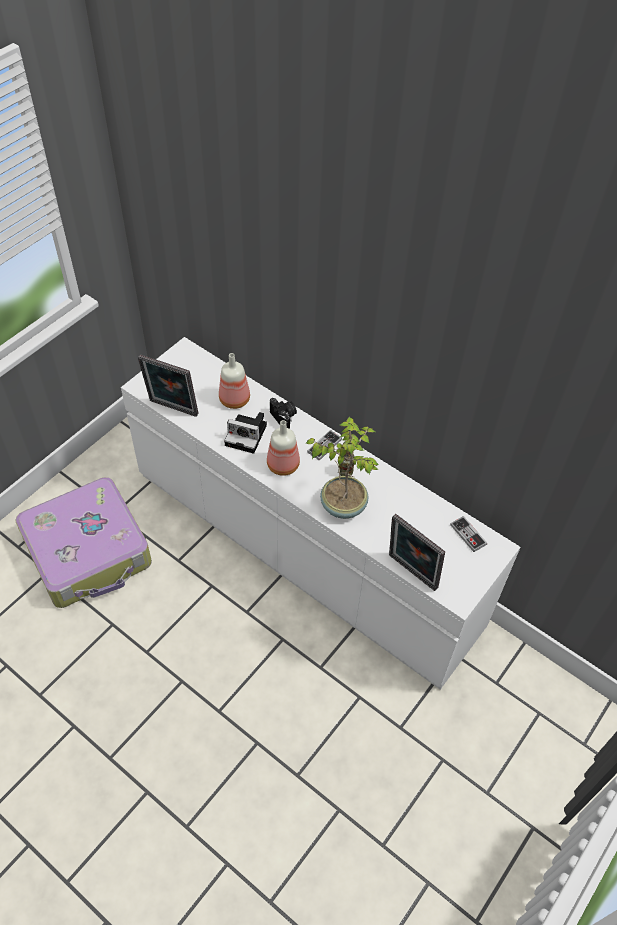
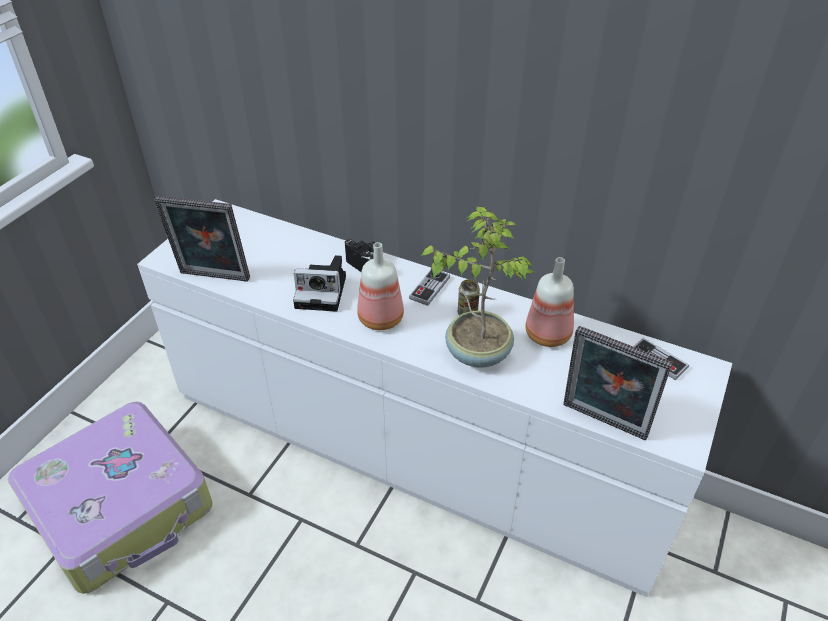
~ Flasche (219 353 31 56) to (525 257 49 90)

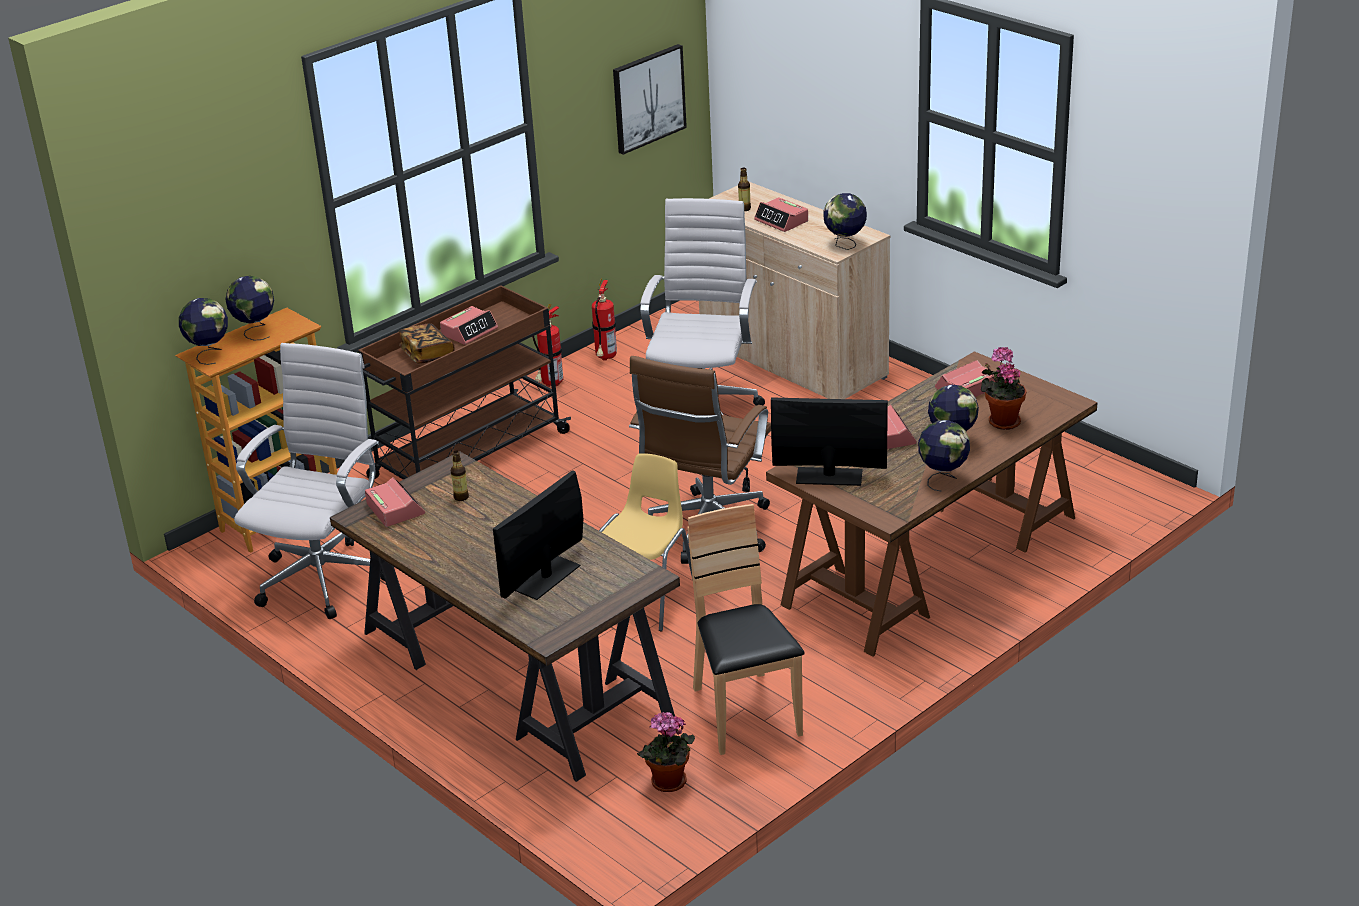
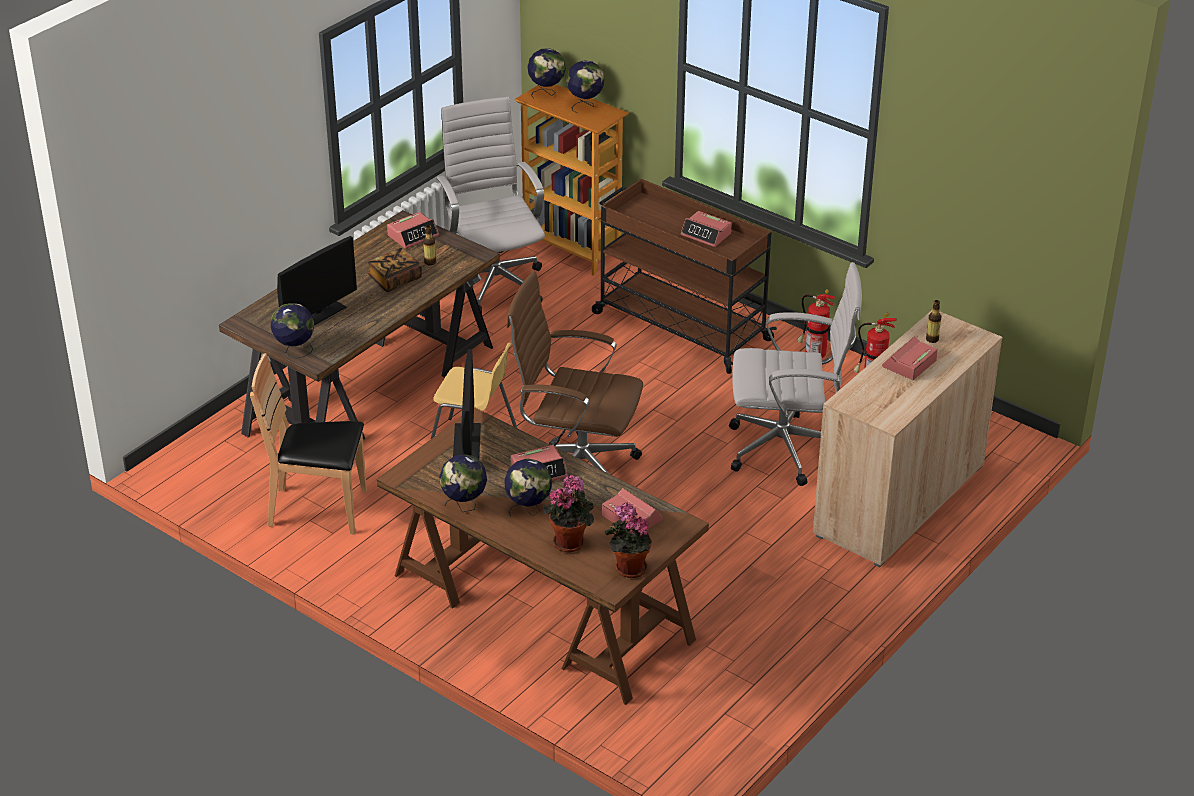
~ Bürostuhl (weiß) (234 343 151 276) = (437 97 108 216) 120 degrees counterclockwise
~ Buch (399 323 56 41) to (367 248 55 44)
~ Monitor (493 470 90 130) = (277 236 80 89) 105 degrees clockwise
- Bild (613 44 74 111)
~ Topfpflanze (637 712 58 80) to (605 502 47 76)
~ Stuhl (braun) (687 504 118 251) = (250 353 117 181) 150 degrees counterclockwise
~ Globus (823 193 44 57) to (271 303 43 55)

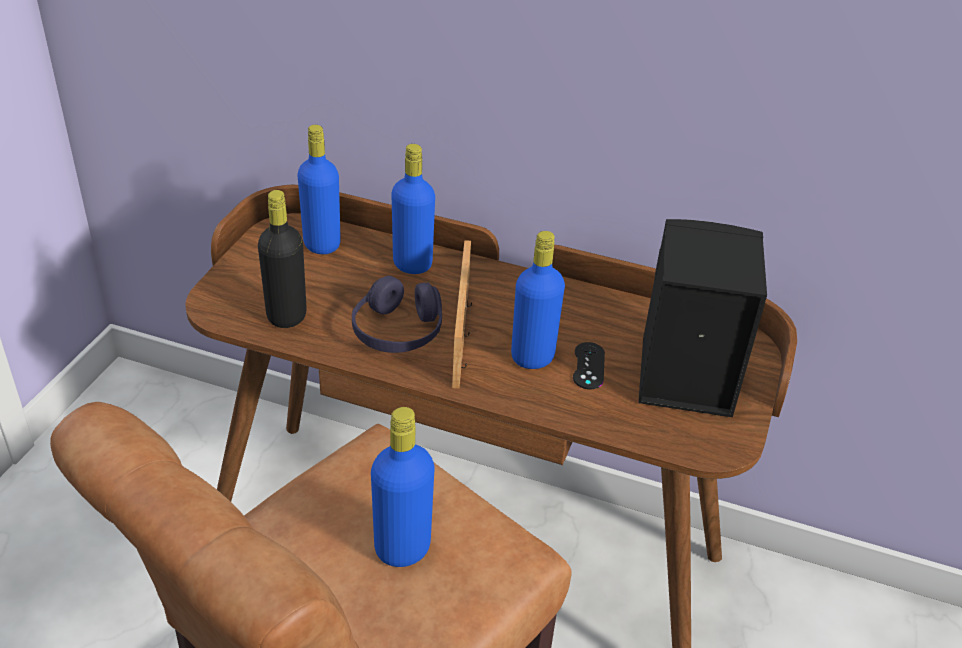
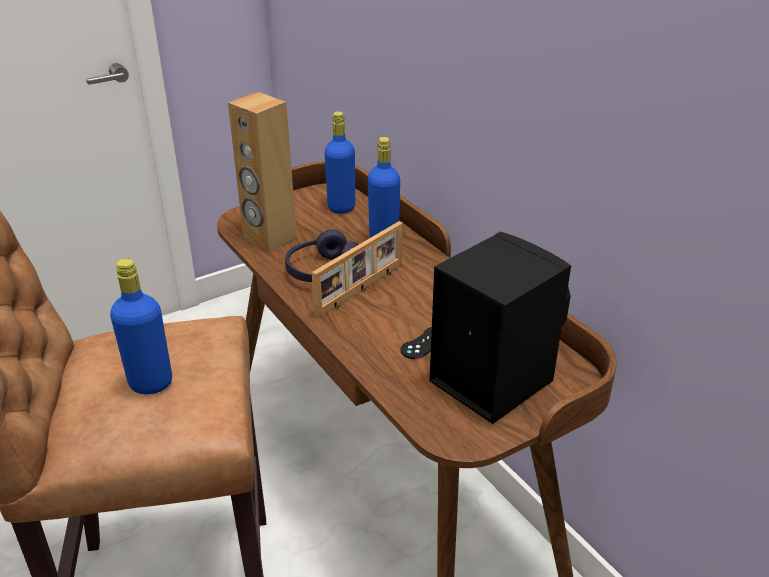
~ Flasche (schwarz) (258 190 49 138) to Lautsprecher (braun) (228 92 69 160)
- Flasche (blau) (511 231 54 138)

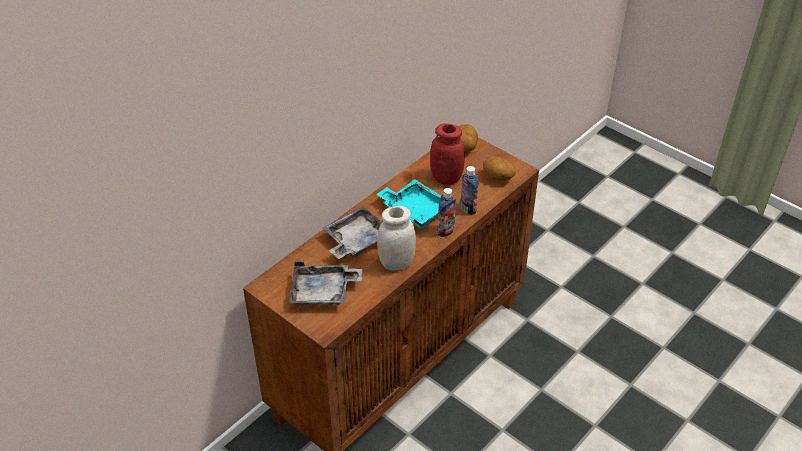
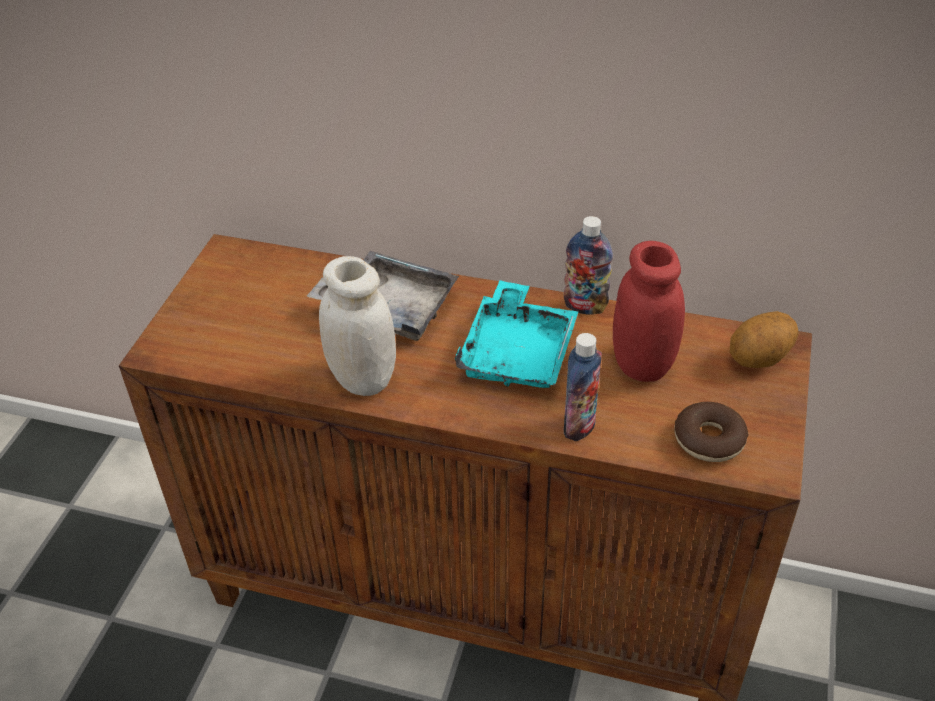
- Tablett (grau) (289 261 74 45)
~ Flasche (438 188 18 49) to (563 216 50 99)
~ Kartoffel (483 156 33 25) to Donut (675 402 74 60)

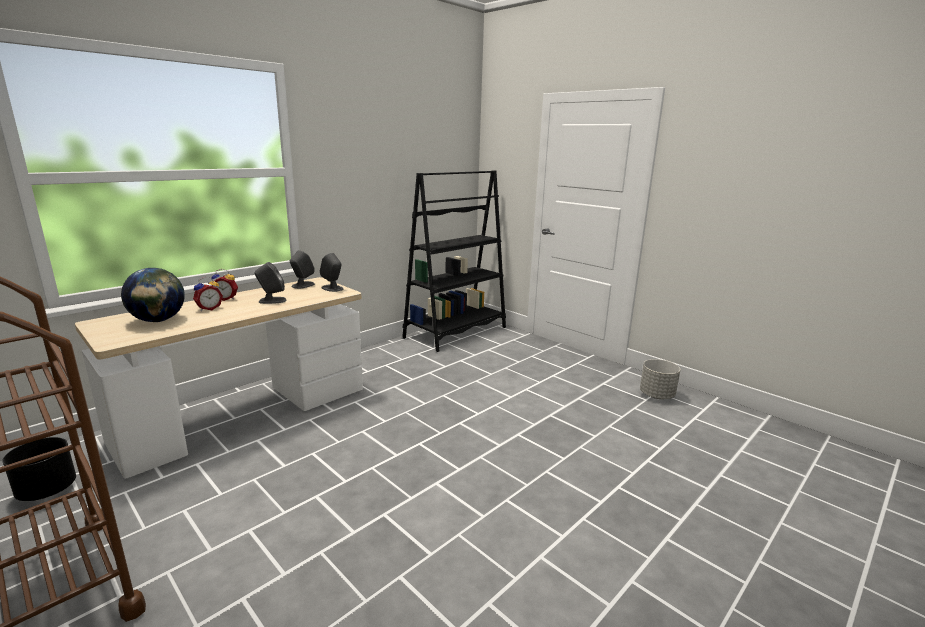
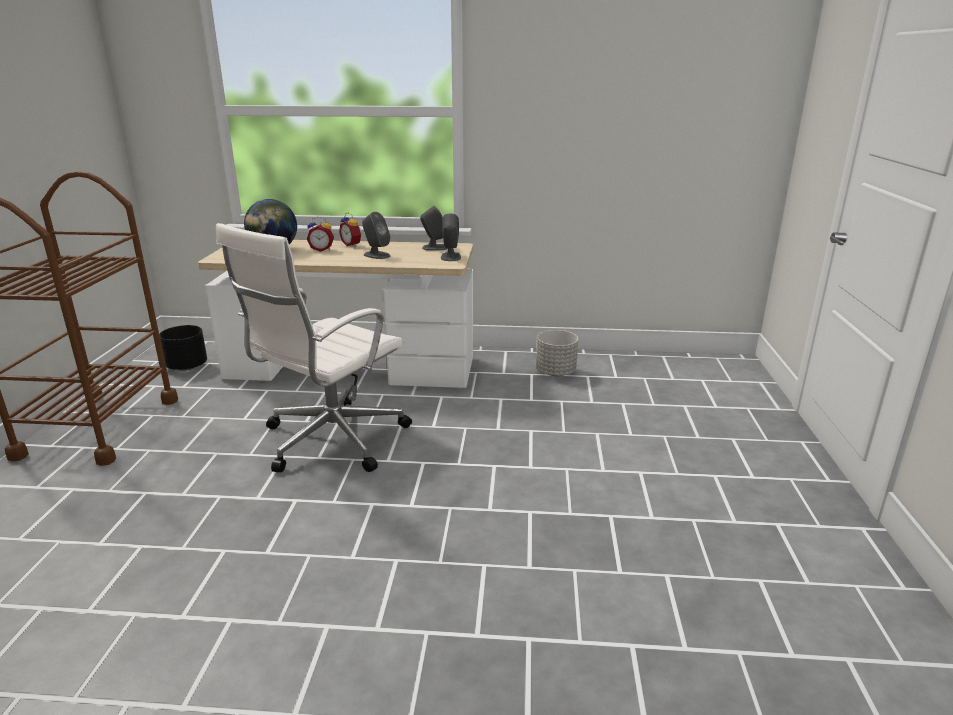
- Bücherregal (schwarz) (402 170 104 182)
~ Pflanzkübel (grau) (640 359 40 40) to (536 330 42 46)
+ Bürostuhl (weiß) (215 223 197 250)

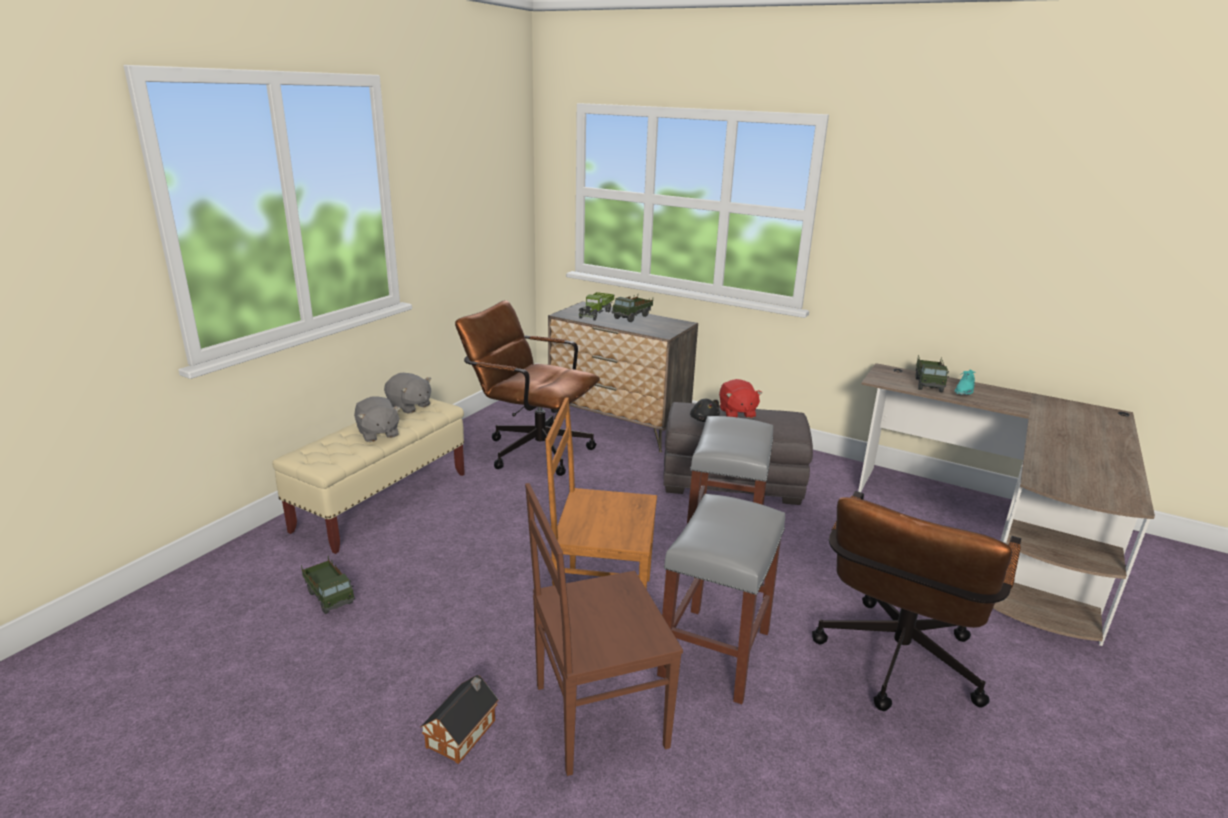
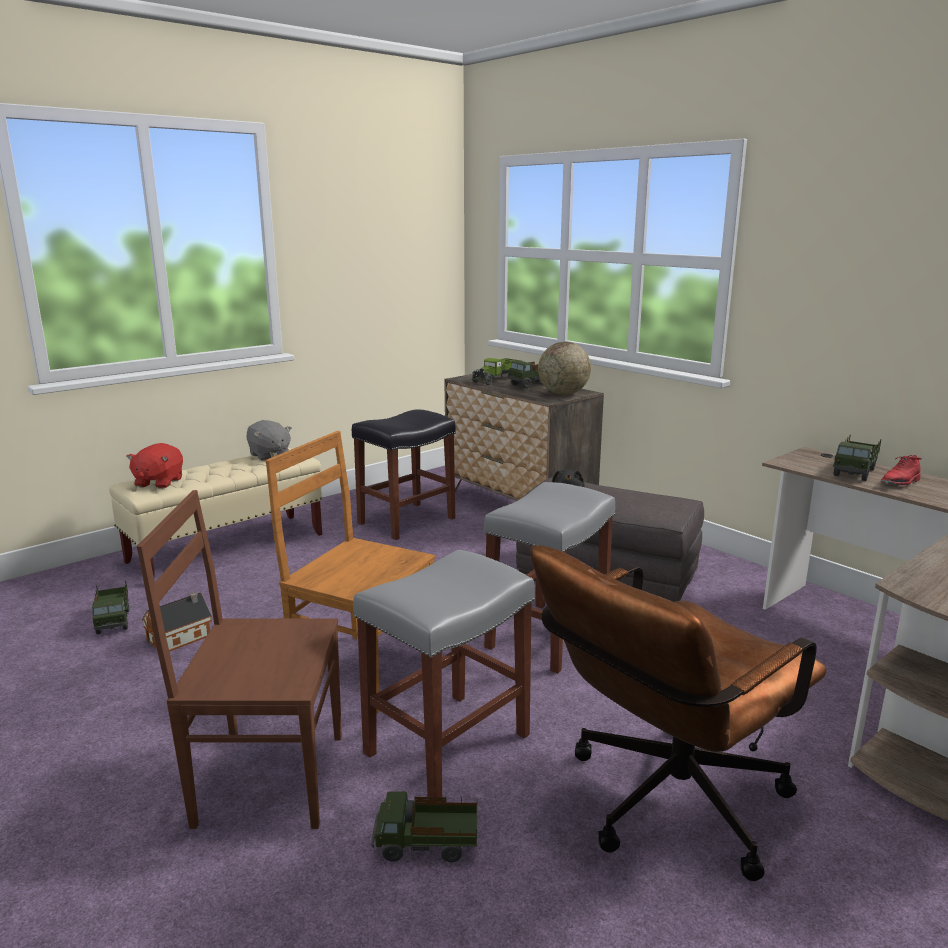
- Plüschtier (grau) (354 396 47 46)
~ Spielzeughaus (420 675 78 89) to (142 592 70 60)
~ Bürostuhl (braun) (455 300 145 176) to Hocker (schwarz) (352 410 104 130)
~ Plüschtier (rot) (719 379 43 39) to (126 443 57 46)
~ Schuh (türkis) (955 370 21 25) to Schuh (rot) (881 455 41 30)
+ Spielzeuglaster (371 791 106 72)
+ Globus (538 342 53 53)

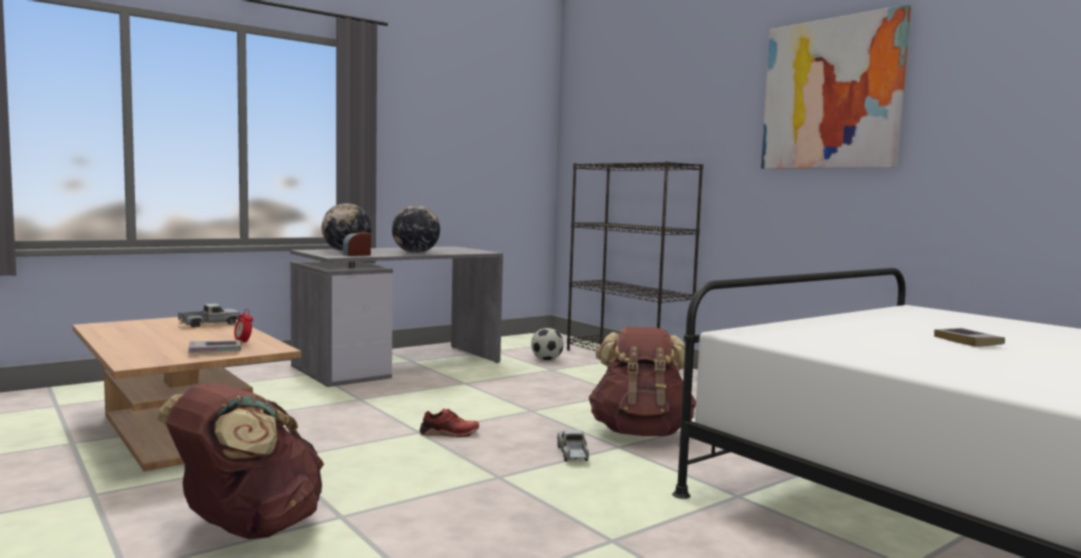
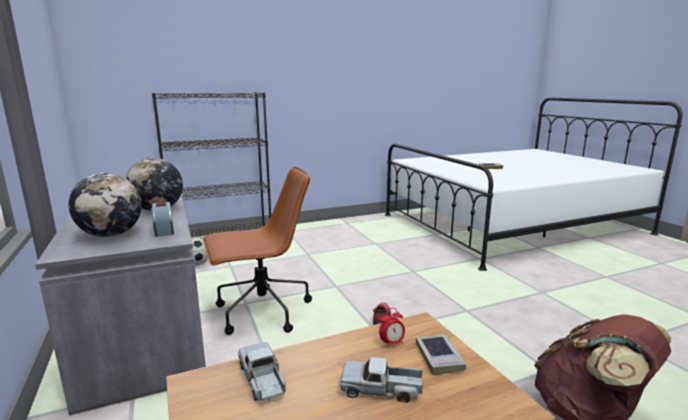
~ Spielzeuglaster (557 430 32 32) to (340 357 83 46)
- Rucksack (braun) (589 327 107 109)
- Bild (761 4 150 165)
+ Bürostuhl (braun) (203 167 109 168)

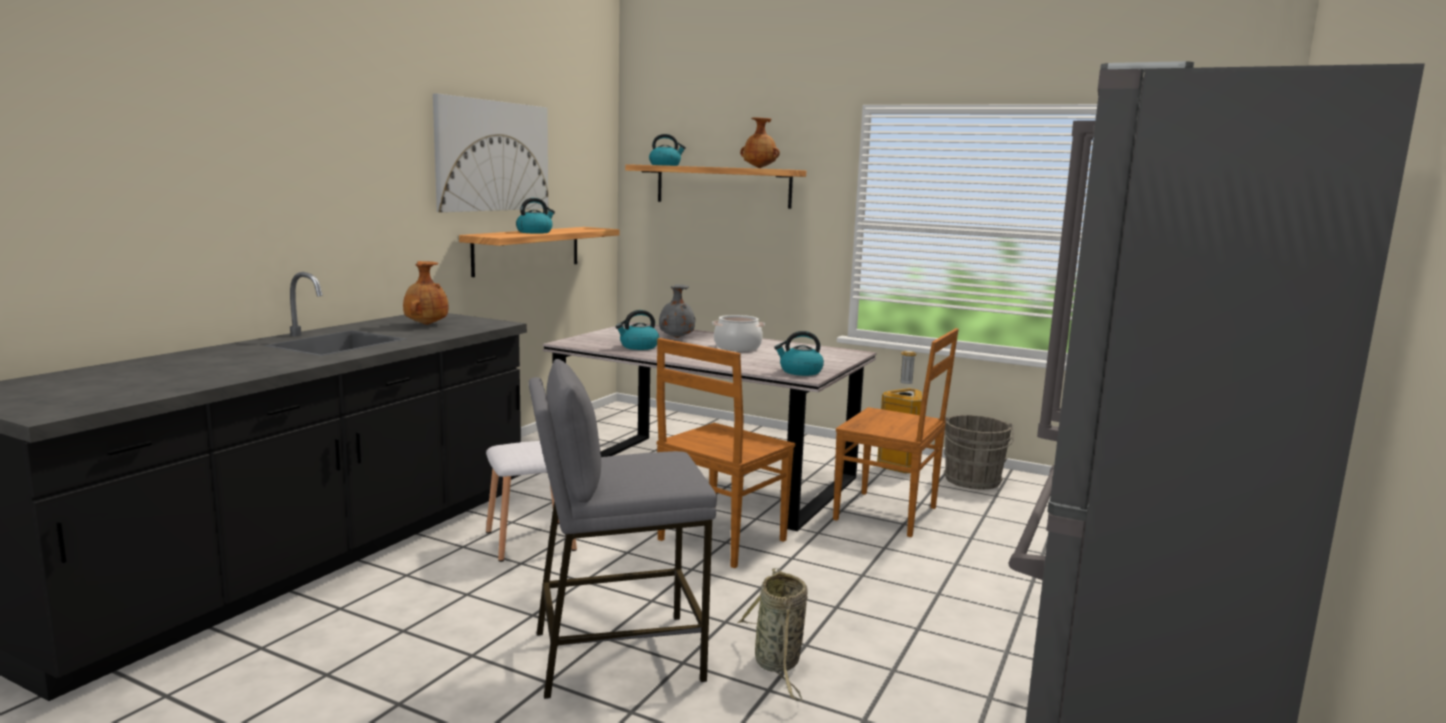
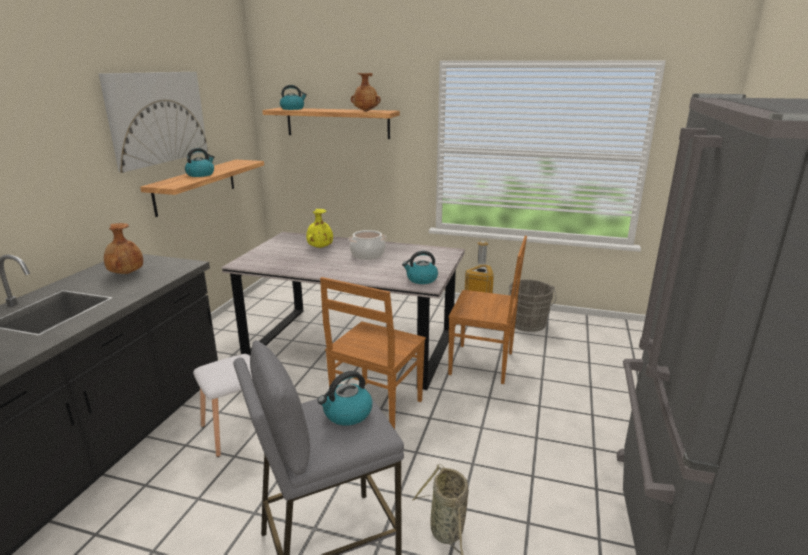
~ Wasserkessel (616 310 43 40) to (318 371 55 55)
~ Vase (grau) (659 284 36 54) to Vase (gelb) (306 209 27 39)

